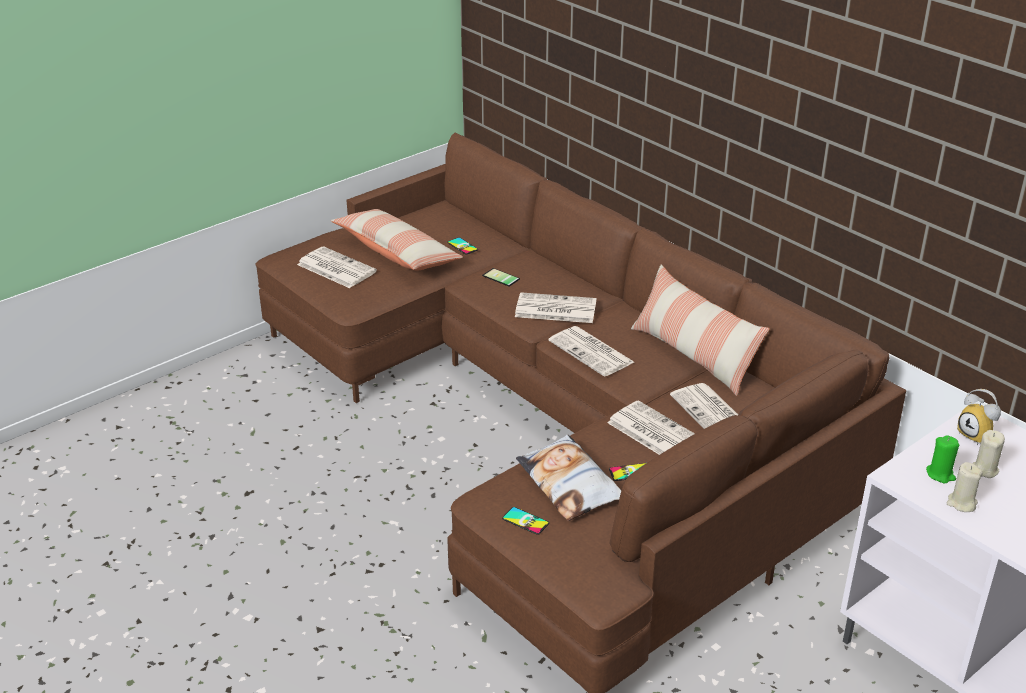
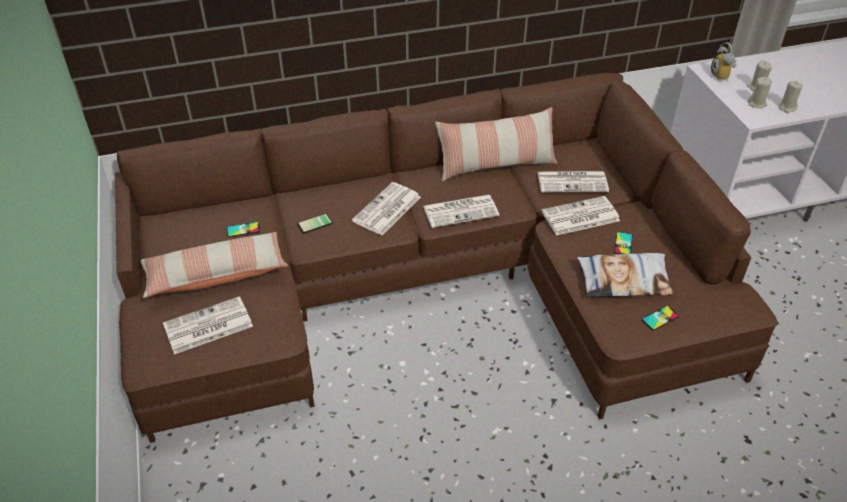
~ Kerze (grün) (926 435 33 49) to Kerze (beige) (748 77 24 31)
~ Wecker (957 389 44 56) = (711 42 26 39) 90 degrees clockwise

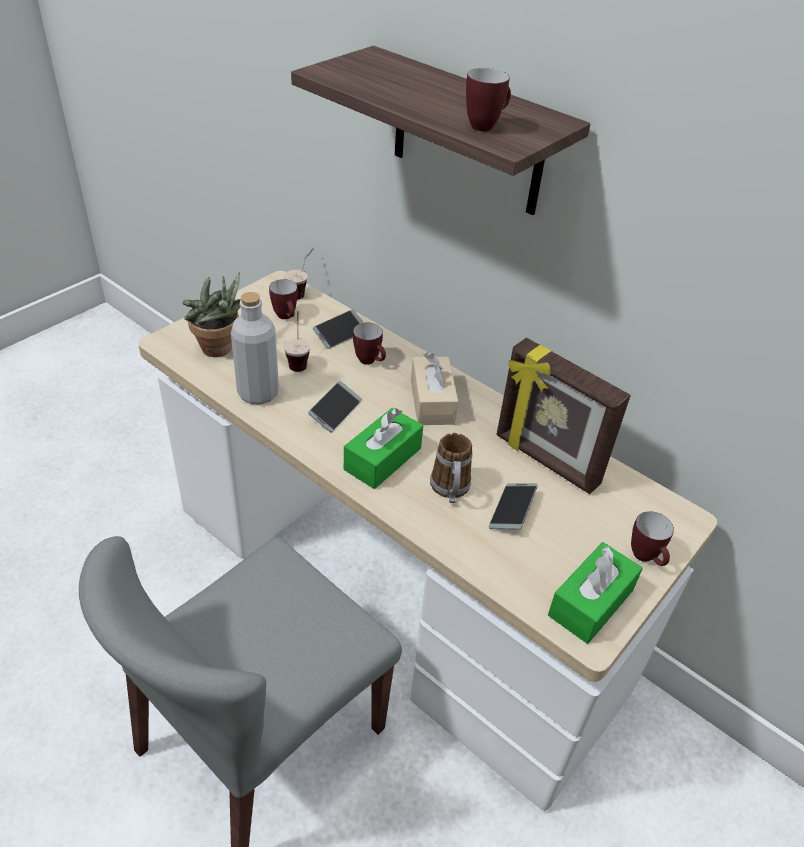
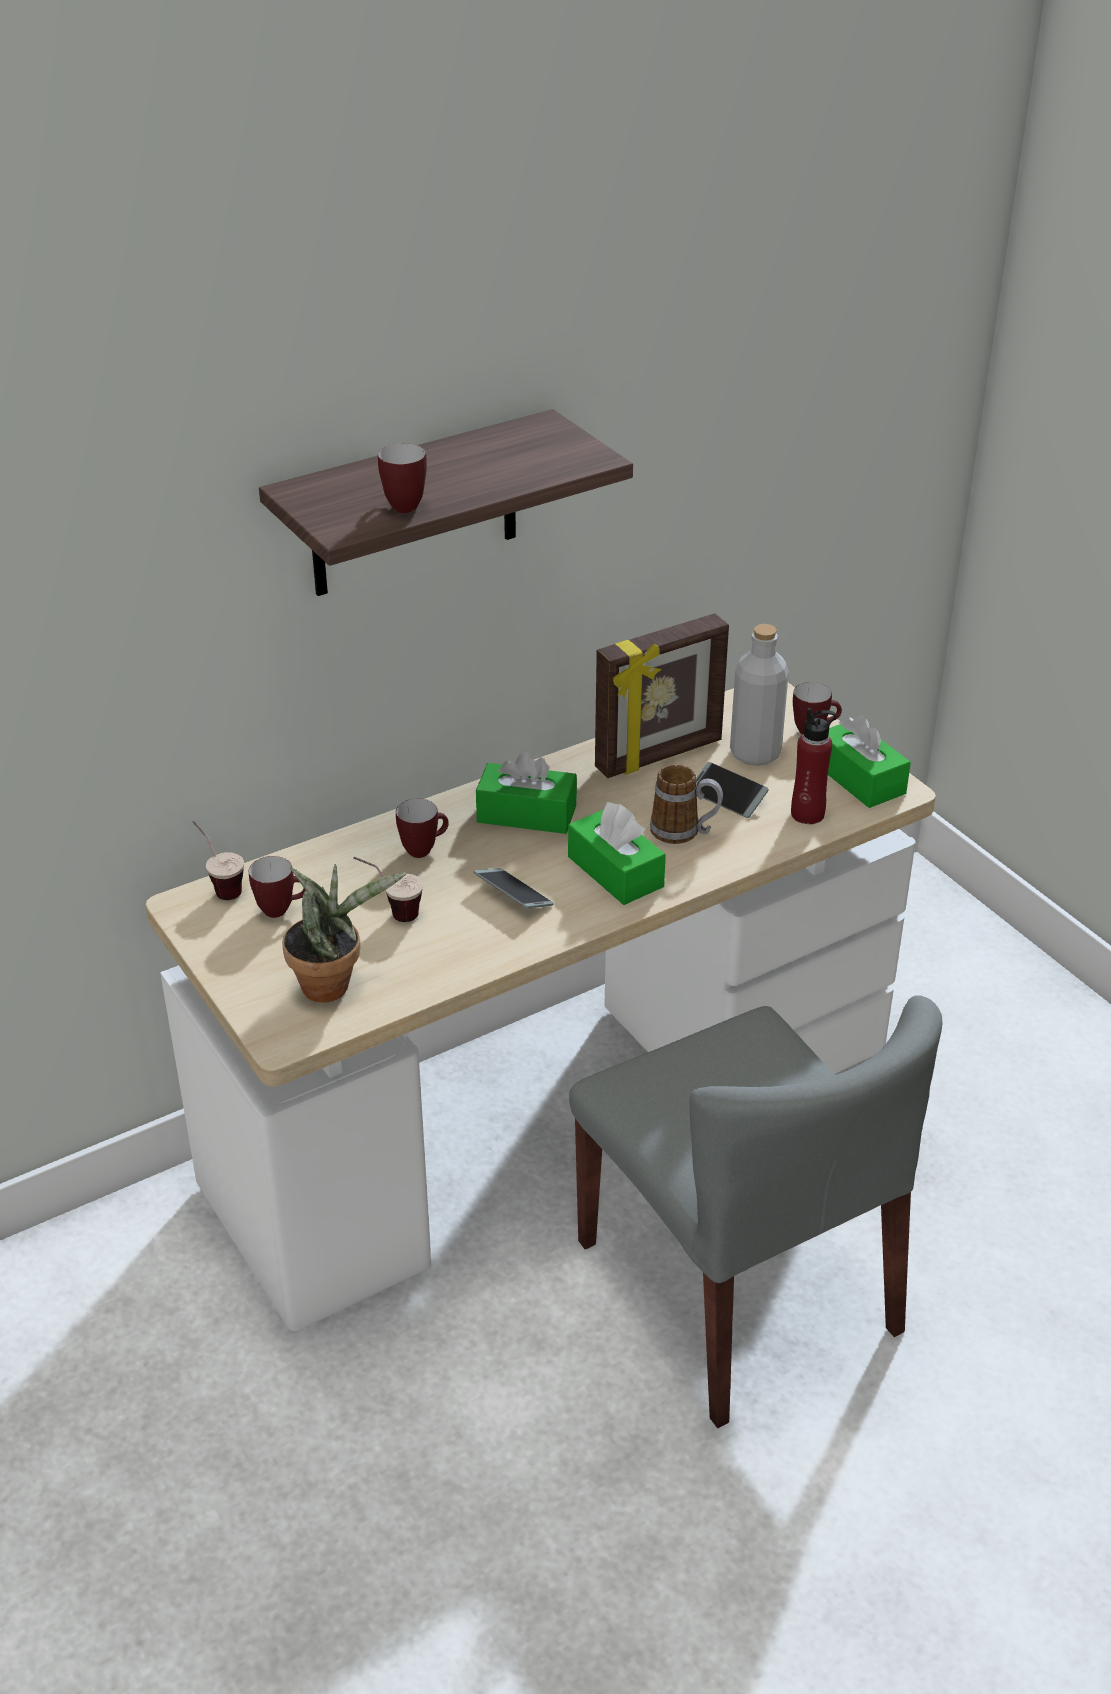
~ Flasche (grau) (231 292 48 112) to (730 624 59 142)
- Handy (313 309 51 40)
~ Taschentuchbox (beige) (411 352 48 73) to Taschentuchbox (grün) (476 751 101 83)
~ Henkelbecher (466 68 45 64) to (378 443 49 70)
+ Flasche (rot) (791 708 46 116)

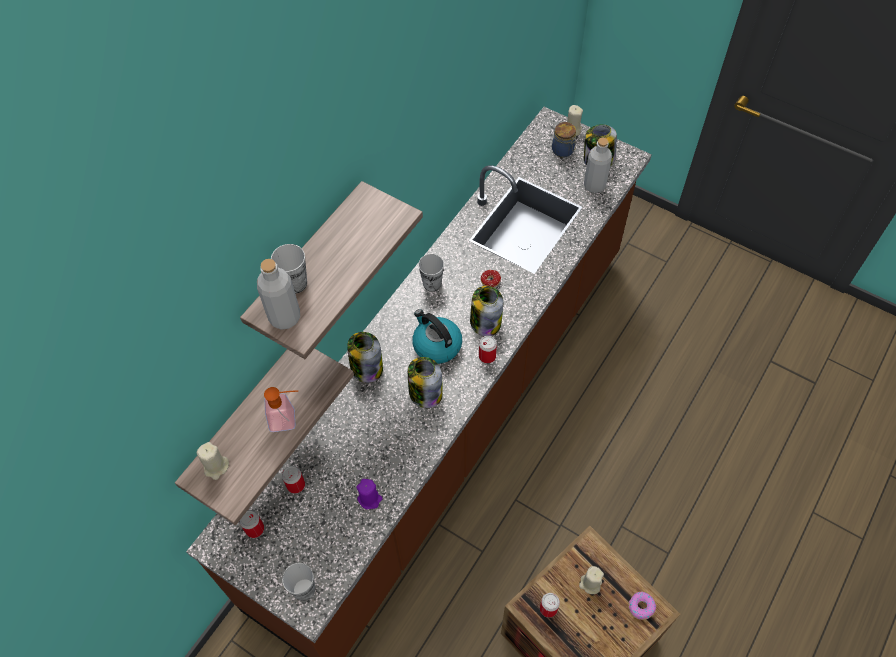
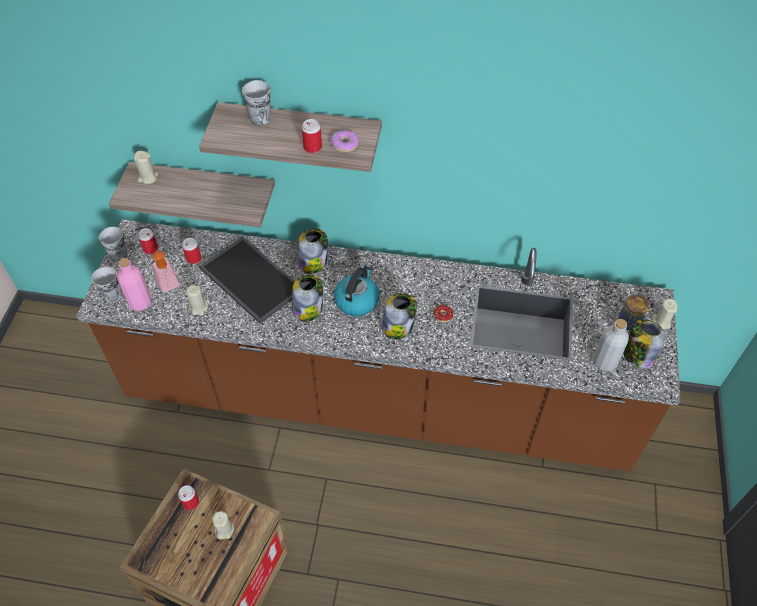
- Flasche (grau) (257 259 43 71)
~ Seifenspender (264 387 34 45) to (152 251 28 42)
~ Kerze (lila) (356 479 27 31) to Kerze (beige) (186 285 22 31)
~ Tasse (418 254 26 38) to (99 227 29 35)
~ Dose (479 336 18 27) to (302 119 20 34)
~ Donut (629 591 27 29) to (331 130 28 22)
+ Flasche (rosa) (117 258 34 53)
+ Tablett (199 237 96 87)

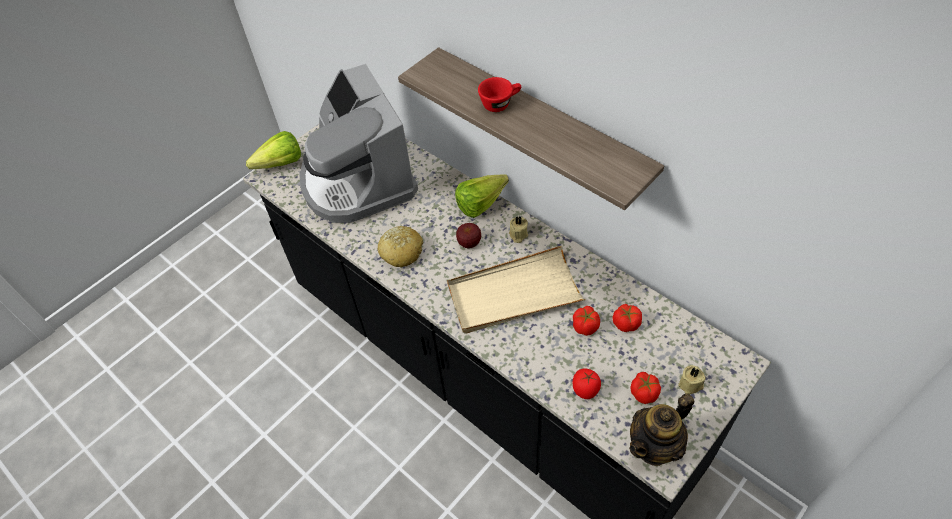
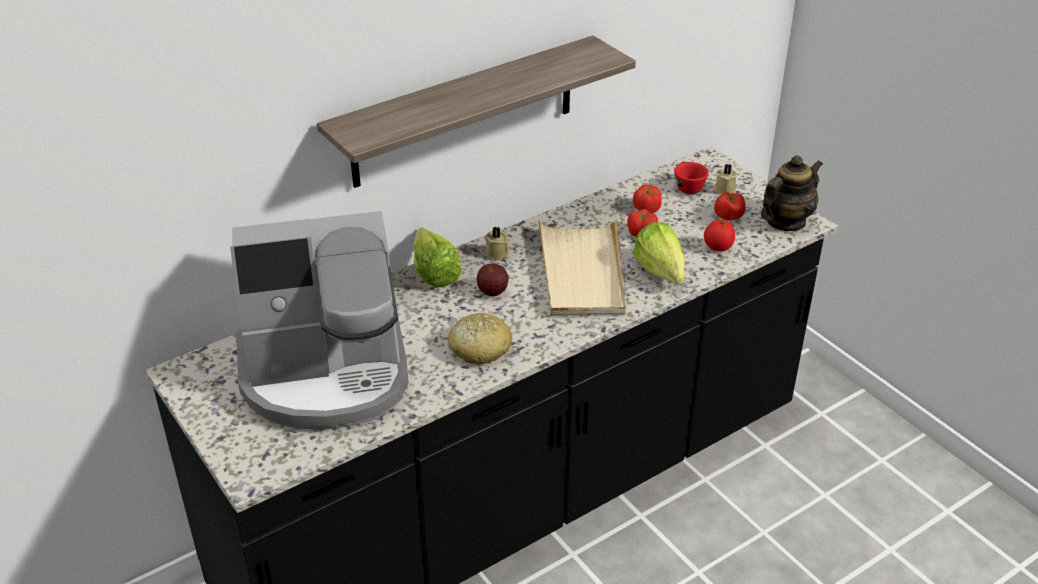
~ Salatkopf (246 131 55 38) to (633 222 52 62)
~ Tasse (rot) (478 77 43 35) to (674 161 35 33)
~ Teekanne (629 393 65 73) = (761 155 62 76) 105 degrees counterclockwise

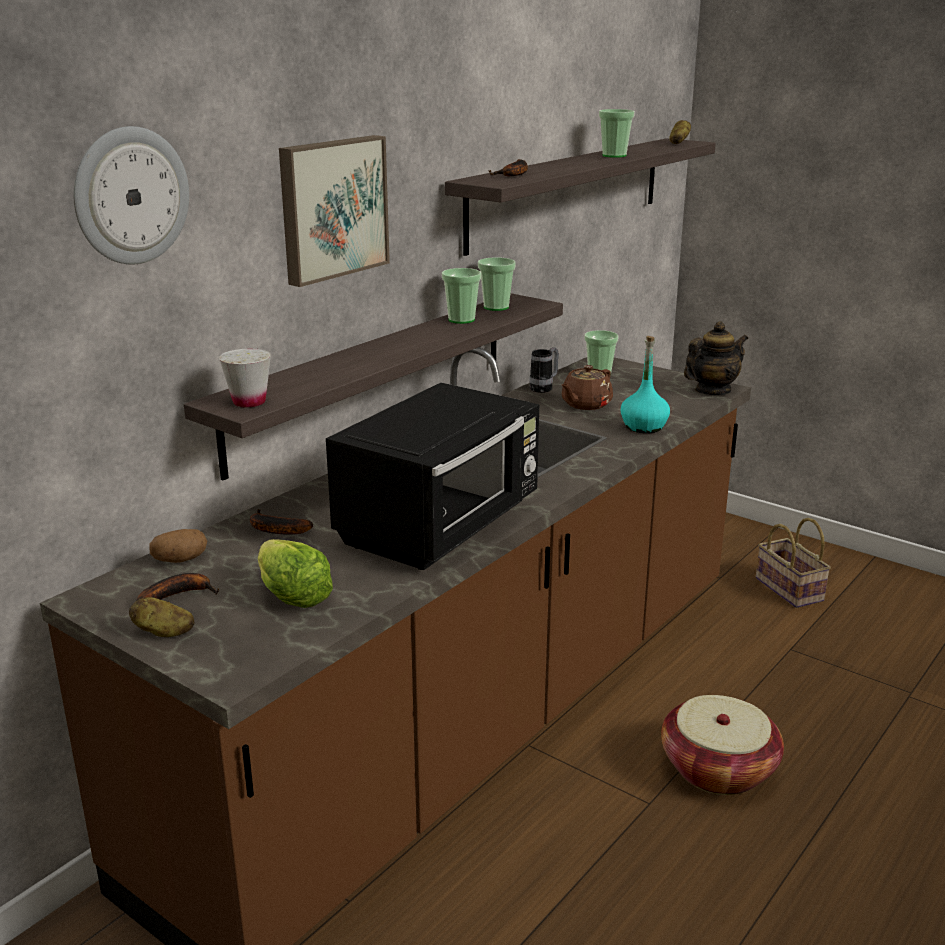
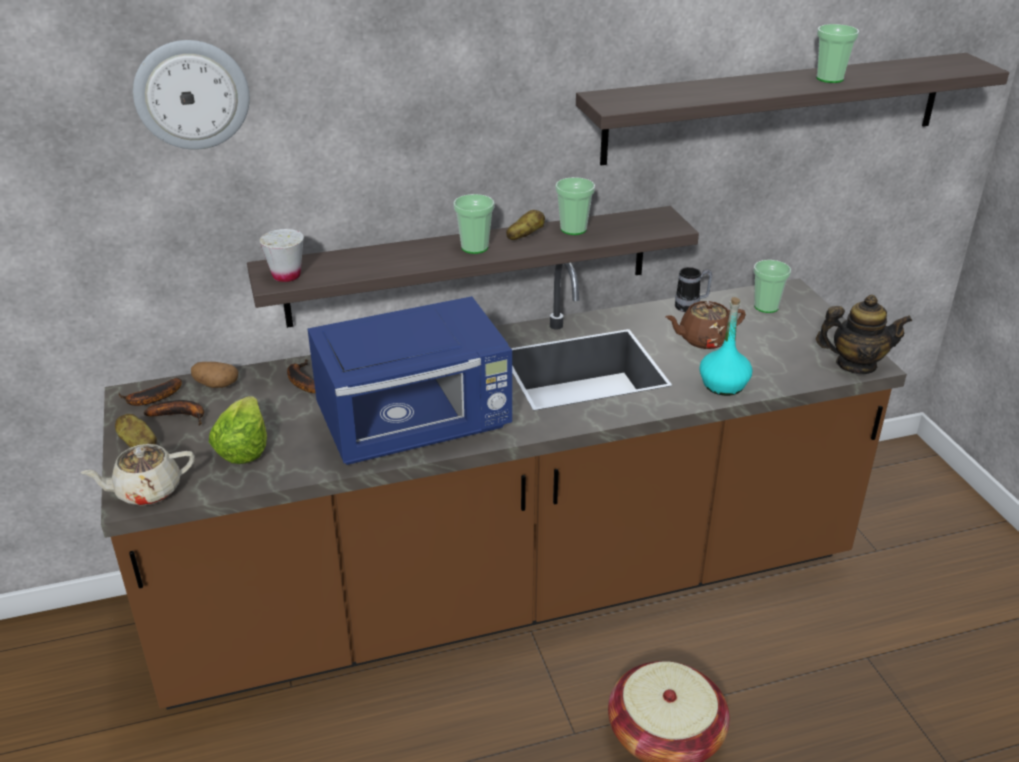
- Bild (279 135 111 152)
~ Mikrowelle (schwarz) (326 383 213 187) to Mikrowelle (blau) (308 296 204 169)
~ Tasse (478 257 38 54) to (453 194 41 60)
~ Banane (488 159 40 17) to (119 378 63 28)
~ Kartoffel (669 120 22 24) to (506 210 39 30)
- Korb (756 518 75 90)
+ Teekanne (beige) (81 444 114 62)

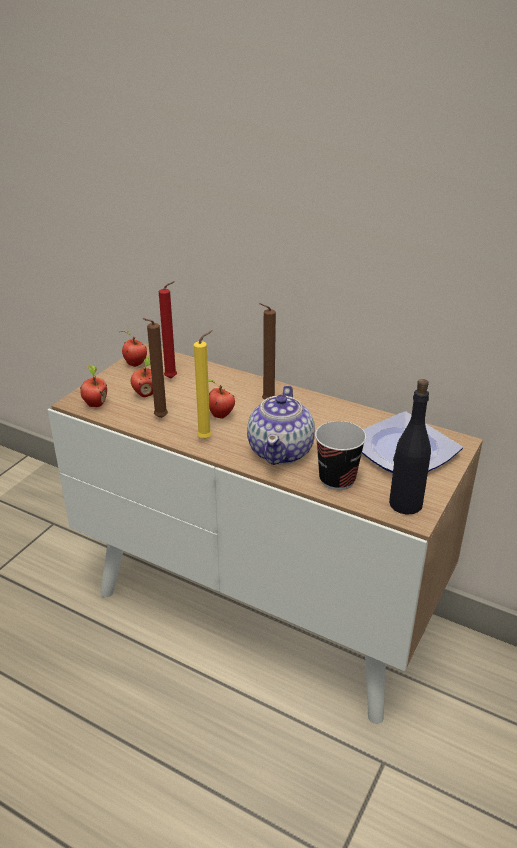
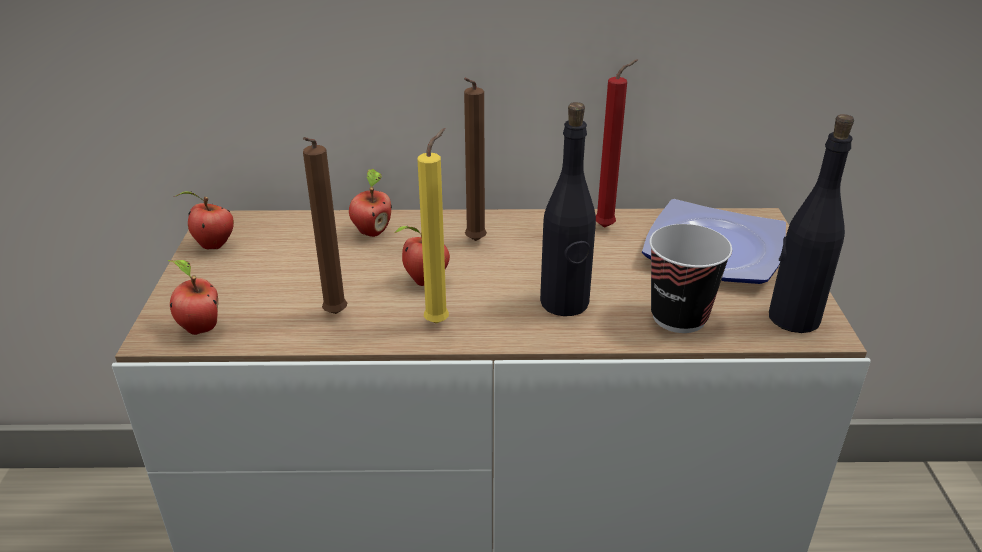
~ Apfel (130 356 23 41) to (349 169 43 68)
~ Kerze (rot) (159 281 18 97) to (596 59 42 169)
~ Teekanne (247 385 68 80) to Flasche (schwarz) (540 102 56 214)

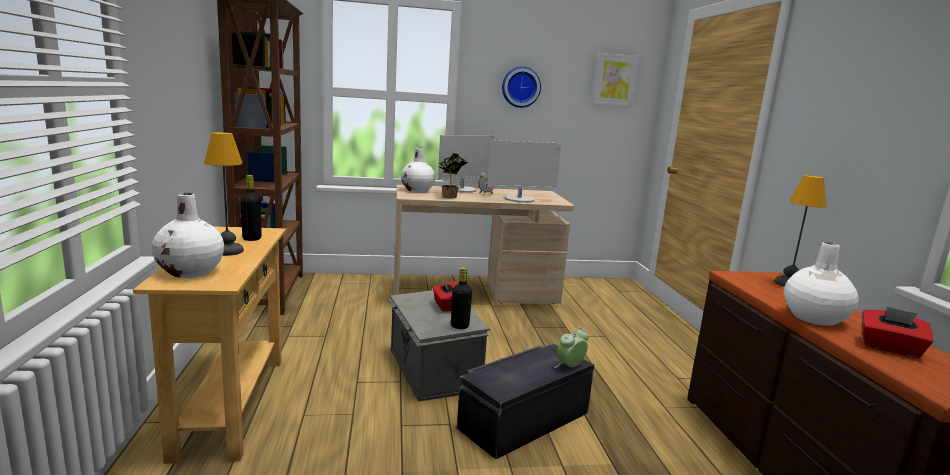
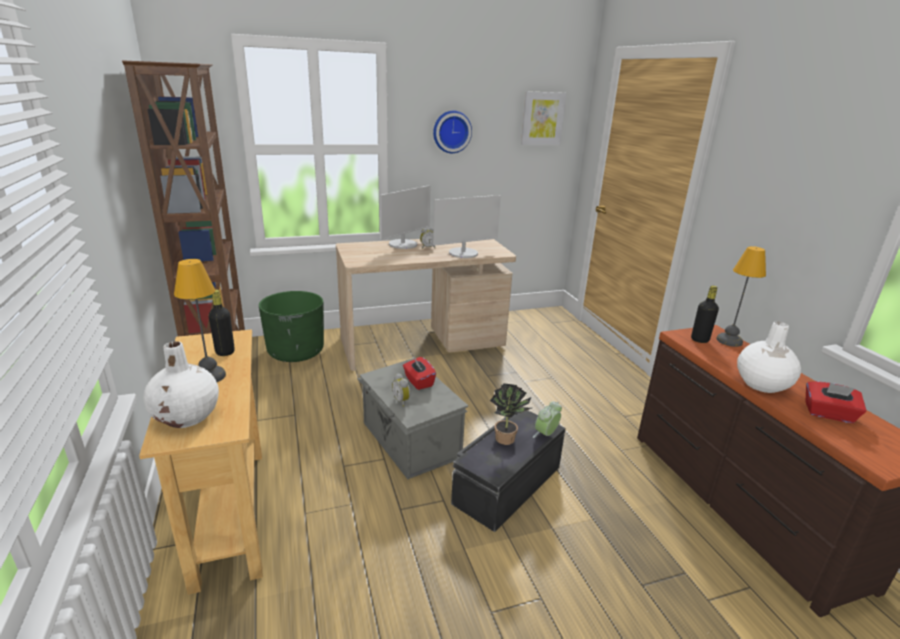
- Vase (weiß) (401 147 34 45)
~ Topfpflanze (439 153 29 45) to (490 383 42 62)
~ Flasche (schwarz) (451 267 21 62) to (691 286 28 57)
+ Pflanzkübel (grün) (259 291 65 71)
+ Wecker (392 373 18 34)

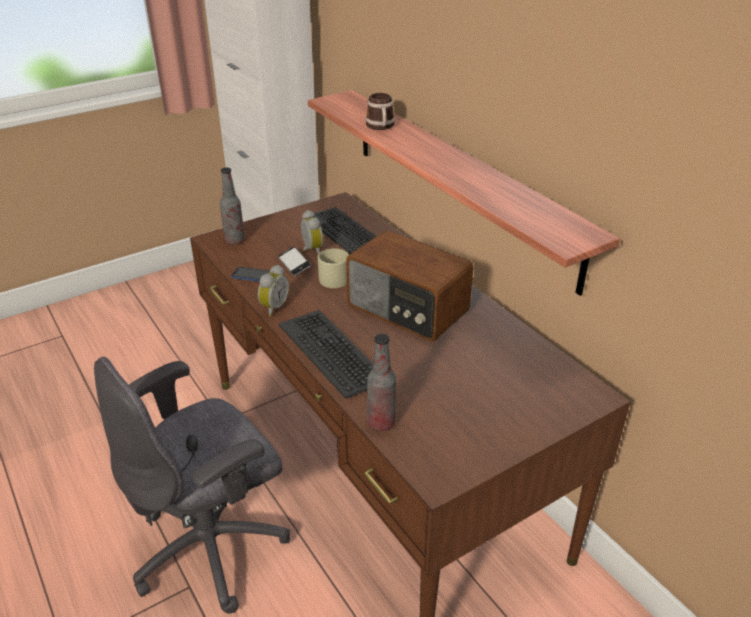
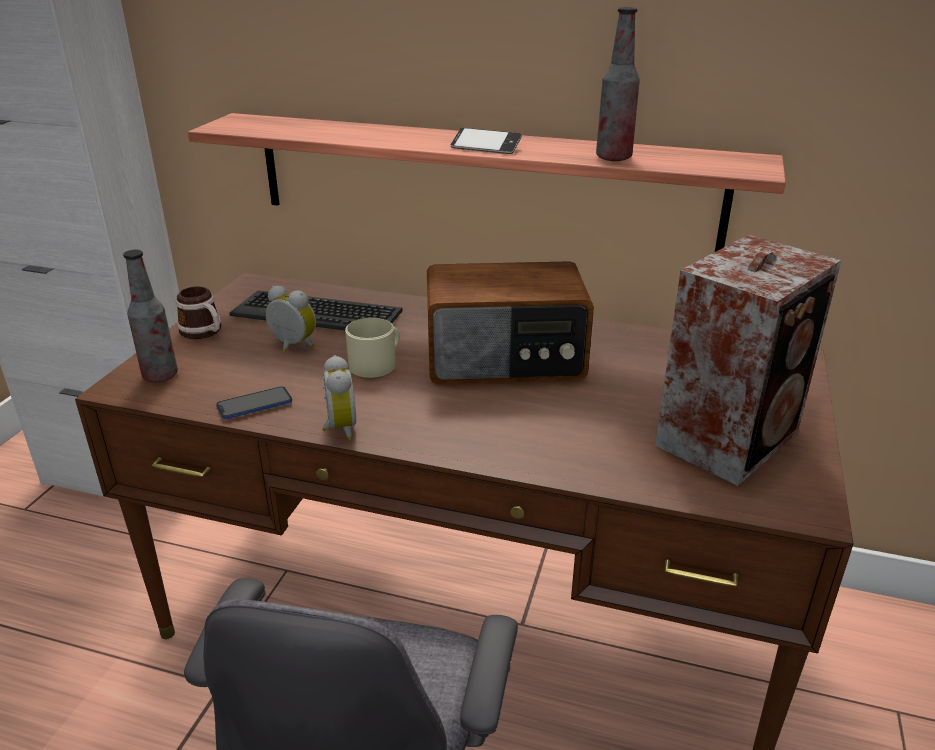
~ Handy (278 247 33 29) to (451 128 71 26)
- Tastatur (279 310 94 89)
~ Henkelbecher (365 93 30 37) to (176 286 46 53)
~ Flasche (367 334 29 97) to (596 7 44 154)
+ Lautsprecher (655 235 186 251)

